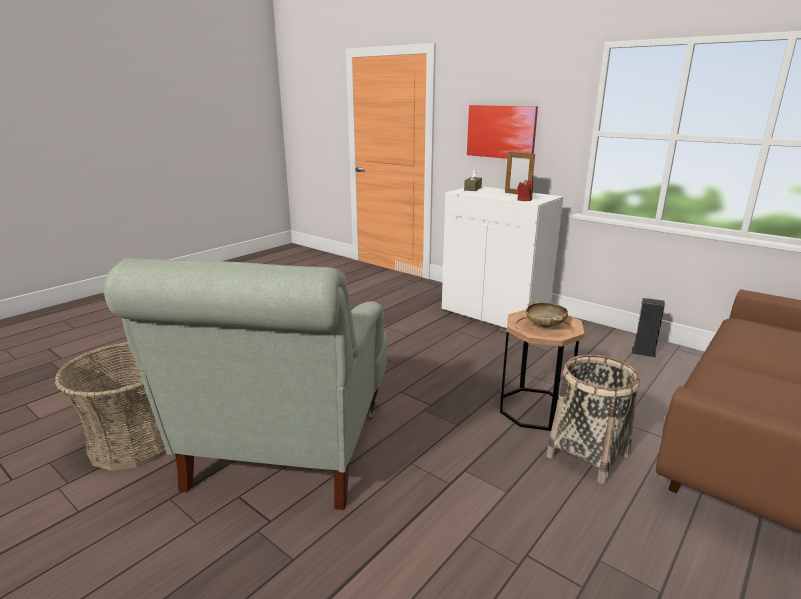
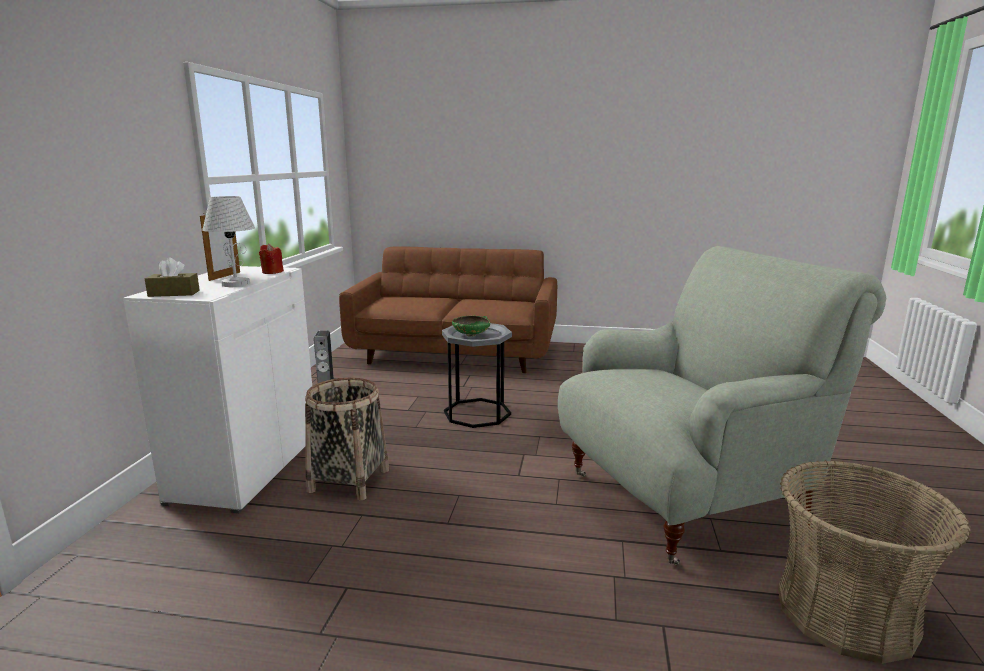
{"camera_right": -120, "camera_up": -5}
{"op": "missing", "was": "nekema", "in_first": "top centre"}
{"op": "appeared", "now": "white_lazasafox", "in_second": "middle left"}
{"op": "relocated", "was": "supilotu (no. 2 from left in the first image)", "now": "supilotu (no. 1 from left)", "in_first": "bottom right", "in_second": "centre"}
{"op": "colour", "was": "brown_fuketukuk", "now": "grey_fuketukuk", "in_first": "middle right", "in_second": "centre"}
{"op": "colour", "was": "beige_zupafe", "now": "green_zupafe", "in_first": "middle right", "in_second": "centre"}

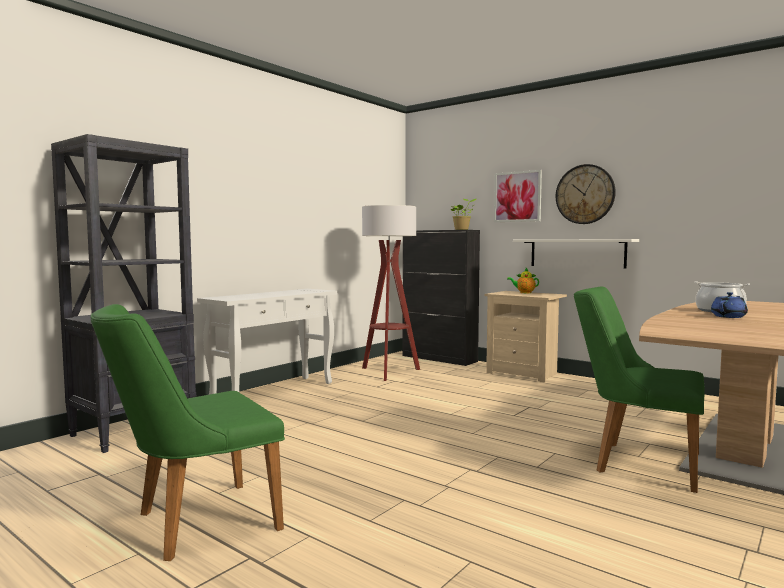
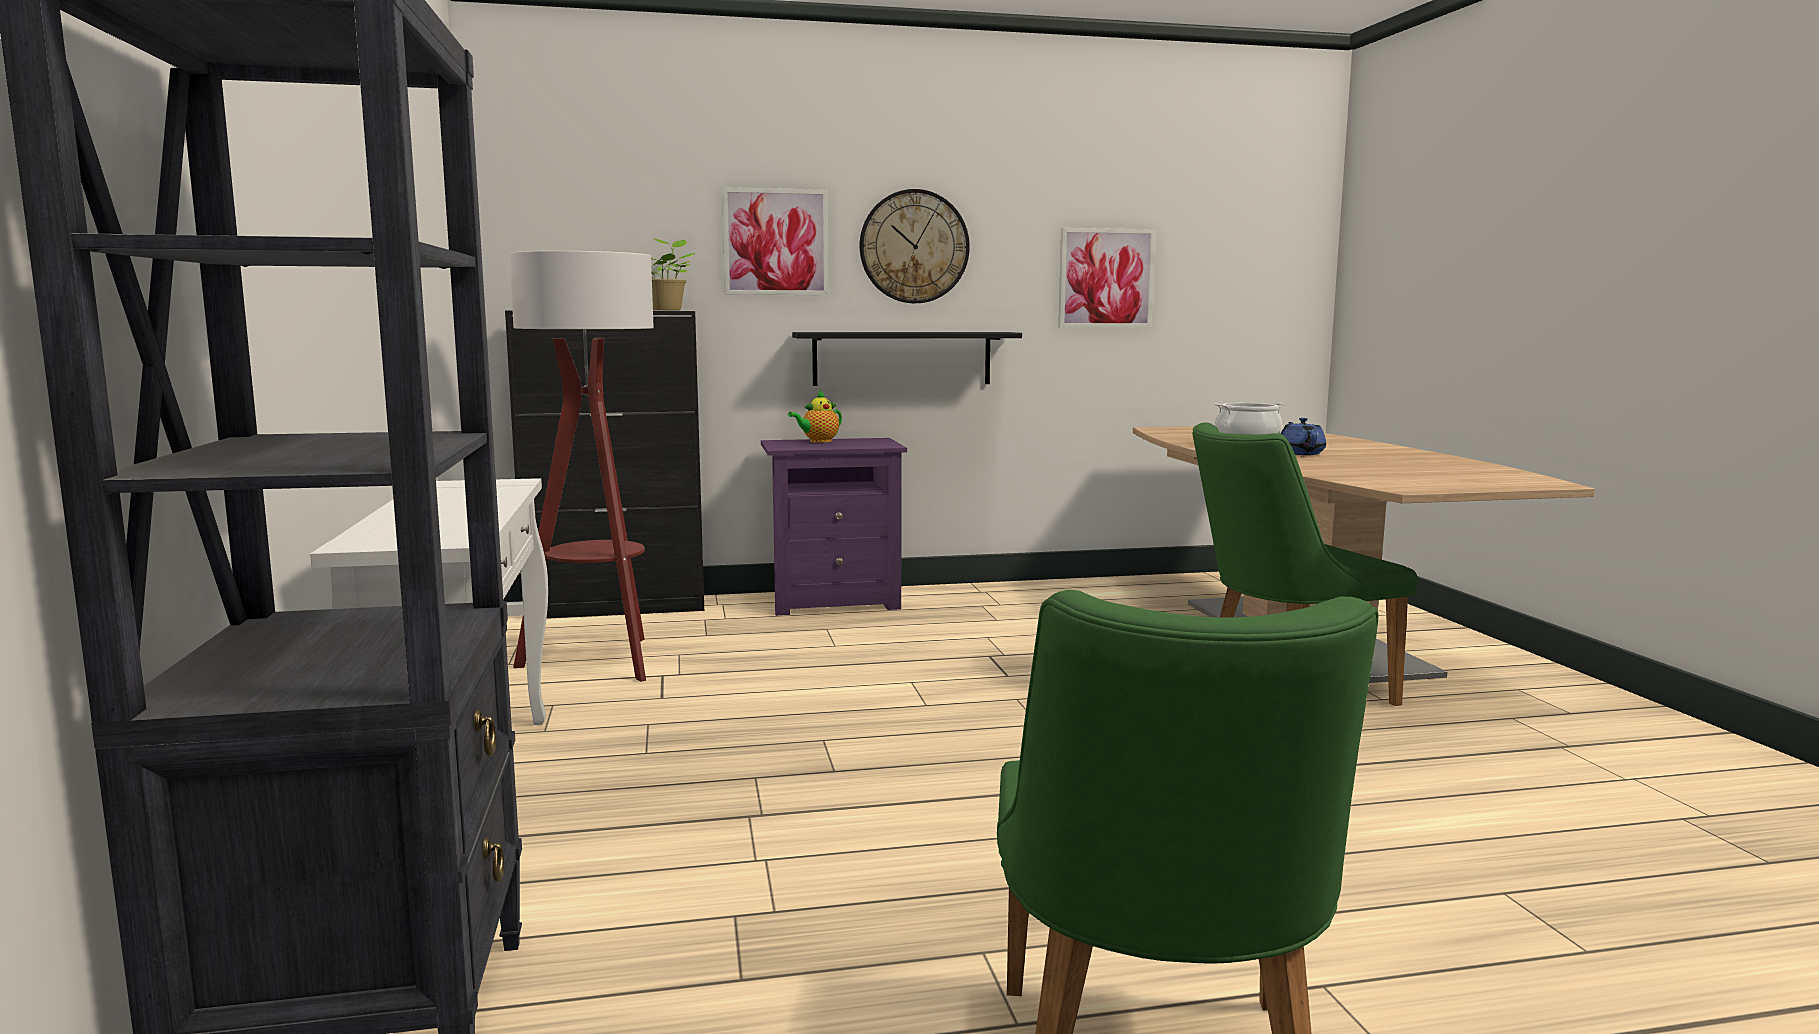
{"camera_right": -50, "camera_up": 5}
{"op": "appeared", "now": "nekema (no. 2 from left)", "in_second": "top centre"}
{"op": "colour", "was": "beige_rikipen", "now": "purple_rikipen", "in_first": "middle right", "in_second": "centre"}
{"op": "colour", "was": "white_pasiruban", "now": "black_pasiruban", "in_first": "middle right", "in_second": "centre"}

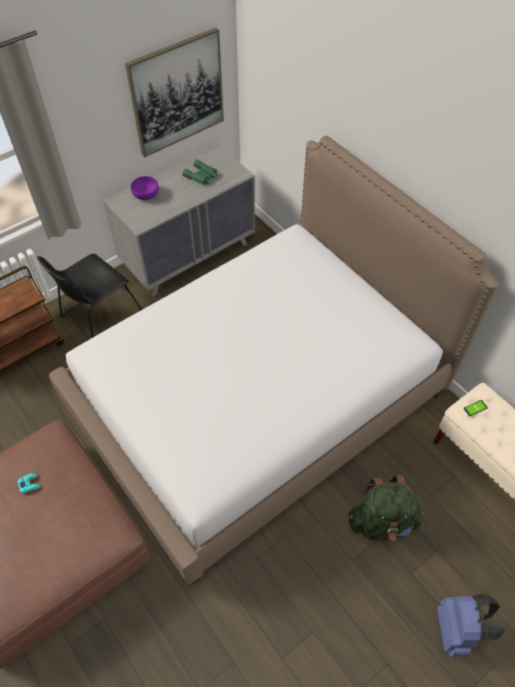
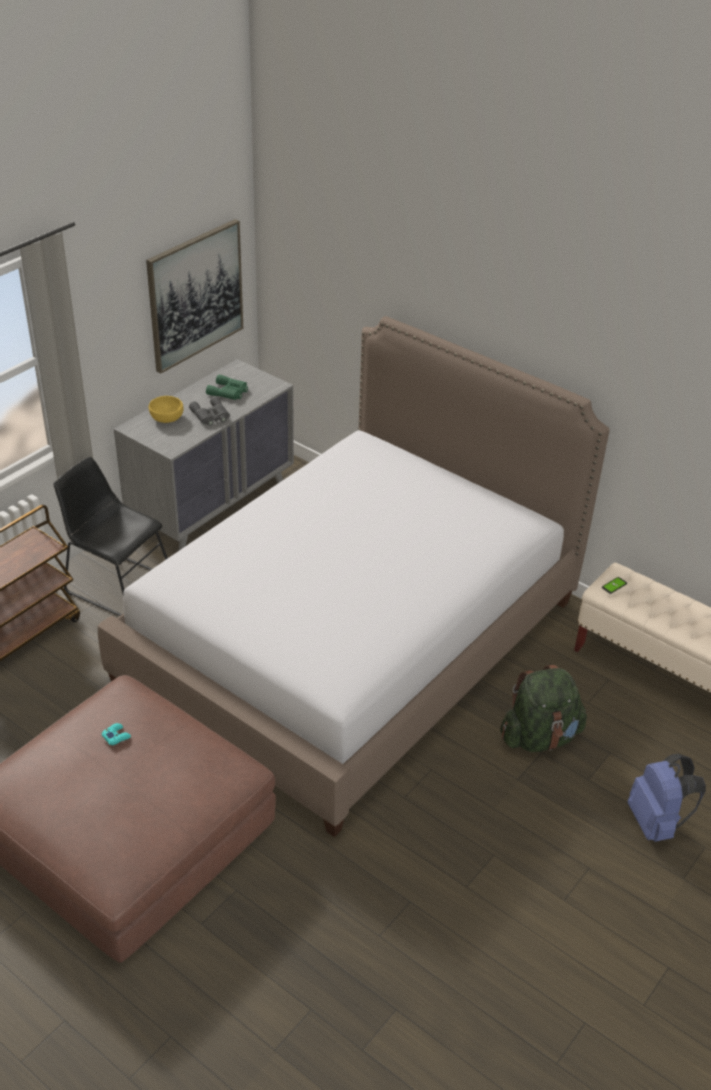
{"camera_right": -15, "camera_up": -15}
{"op": "appeared", "now": "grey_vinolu", "in_second": "middle left"}
{"op": "colour", "was": "purple_zupafe", "now": "yellow_zupafe", "in_first": "top left", "in_second": "middle left"}
{"op": "spun", "was": "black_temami", "in_first": "middle left", "in_second": "middle left", "clockwise": 90}

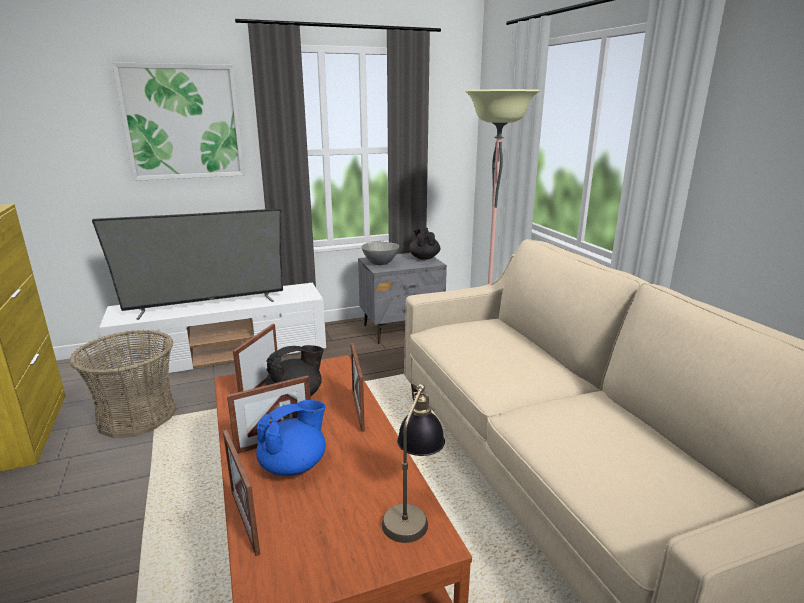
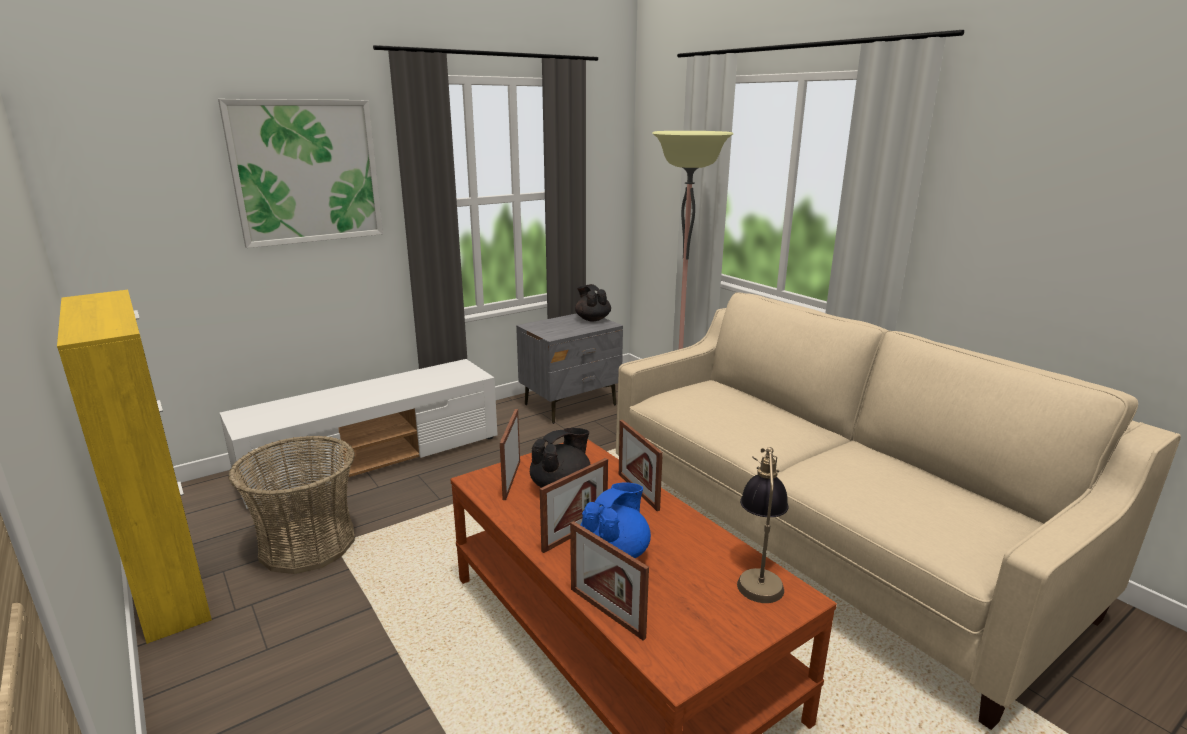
{"camera_right": -15, "camera_up": 0}
{"op": "missing", "was": "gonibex", "in_first": "middle left"}
{"op": "missing", "was": "grey_zupafe", "in_first": "centre"}

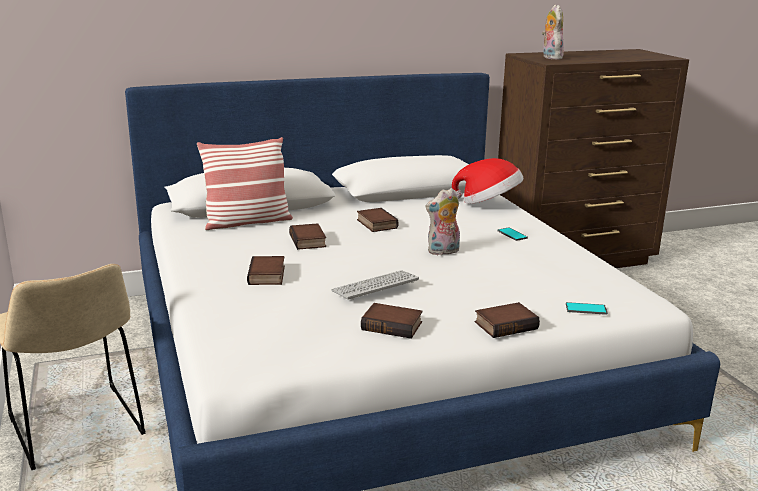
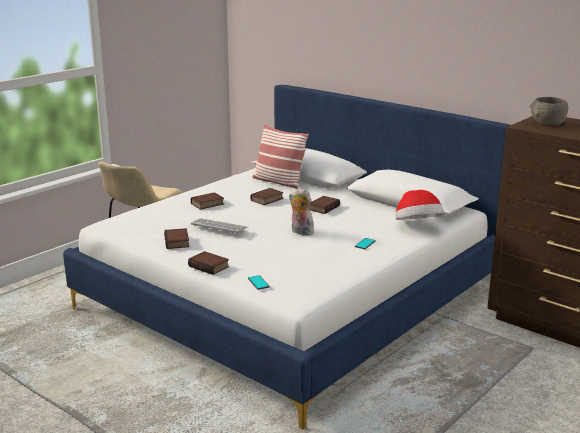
{"camera_right": 60, "camera_up": 0}
{"op": "exchanged", "was": "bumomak (no. 2 from left)", "now": "grey_zupafe", "in_first": "top right", "in_second": "top right"}

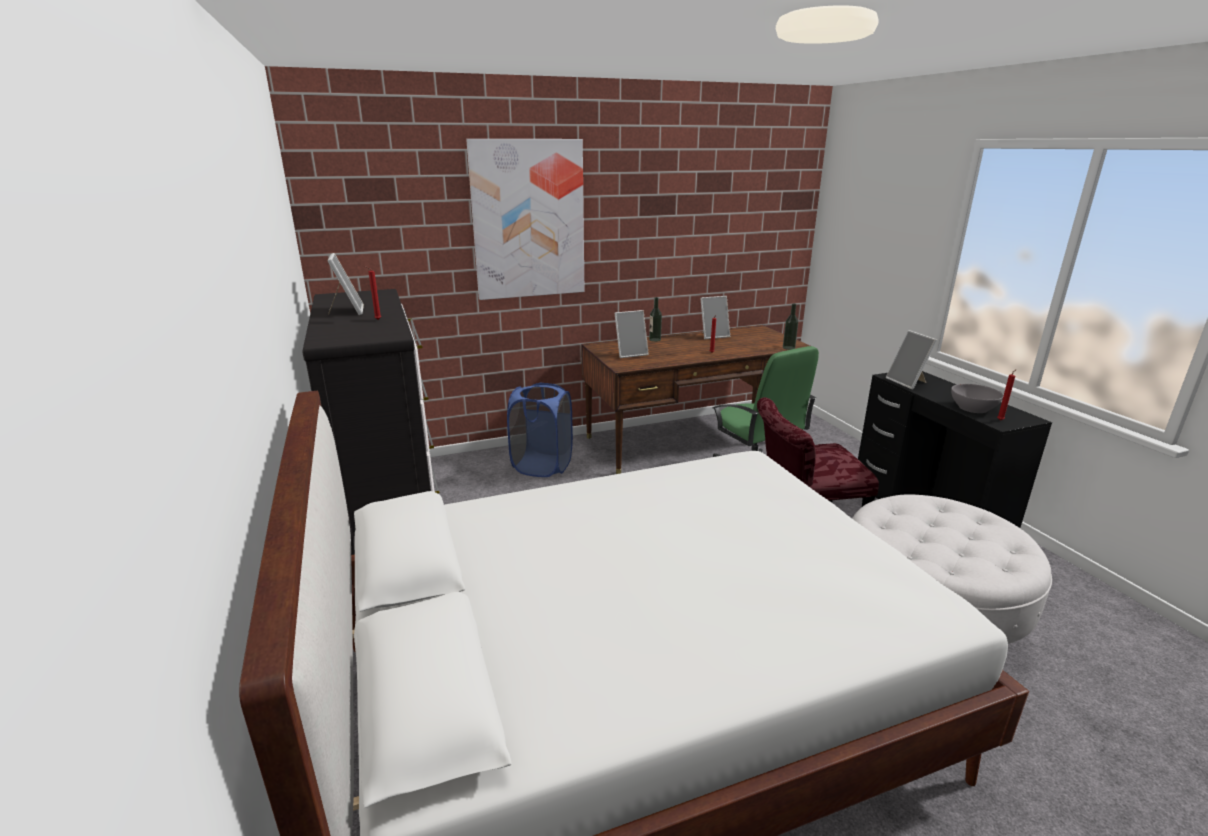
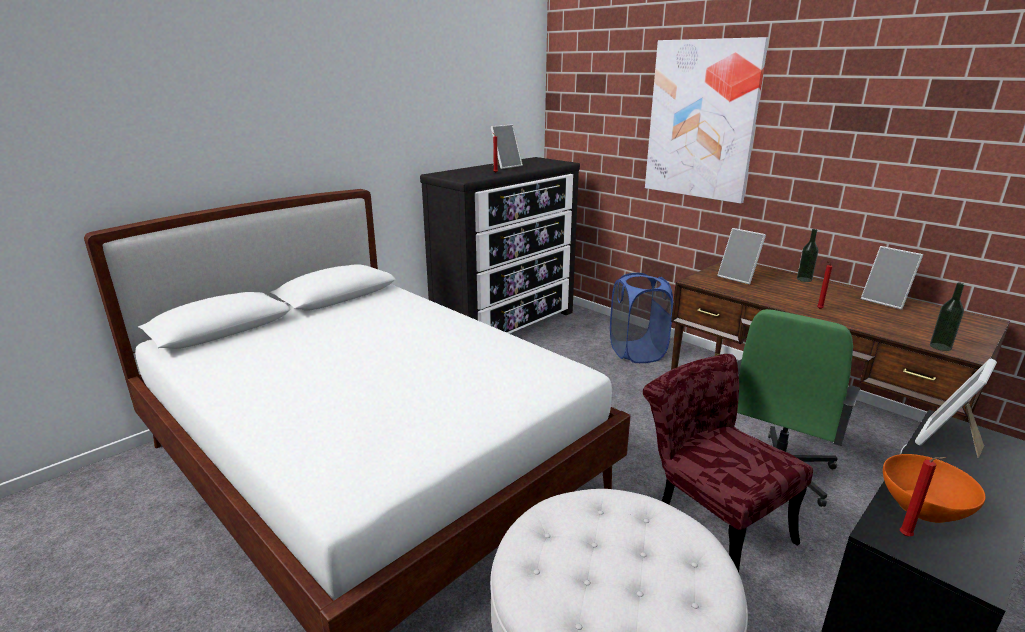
{"camera_right": 65, "camera_up": 0}
{"op": "colour", "was": "grey_zupafe", "now": "orange_zupafe", "in_first": "middle right", "in_second": "bottom right"}

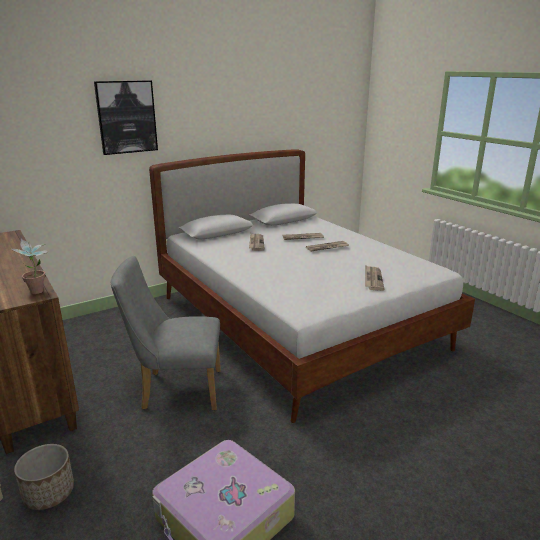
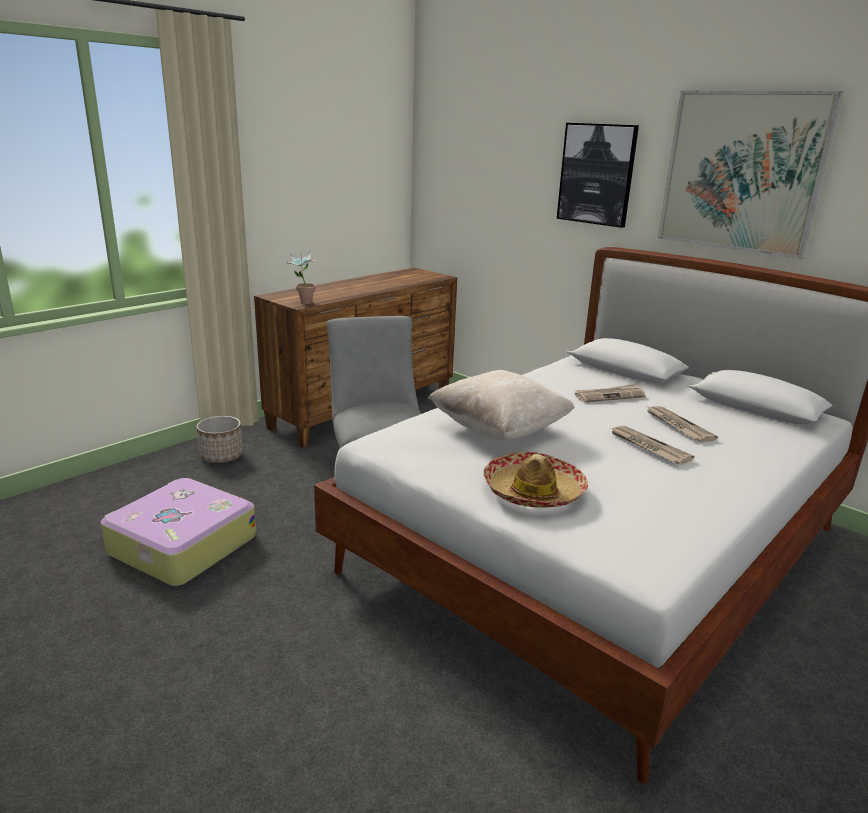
{"camera_right": 75, "camera_up": 0}
{"op": "appeared", "now": "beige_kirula", "in_second": "centre"}
{"op": "appeared", "now": "nekema (no. 2 from left)", "in_second": "top right"}
{"op": "exchanged", "was": "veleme (no. 4 from left)", "now": "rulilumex", "in_first": "middle right", "in_second": "centre"}

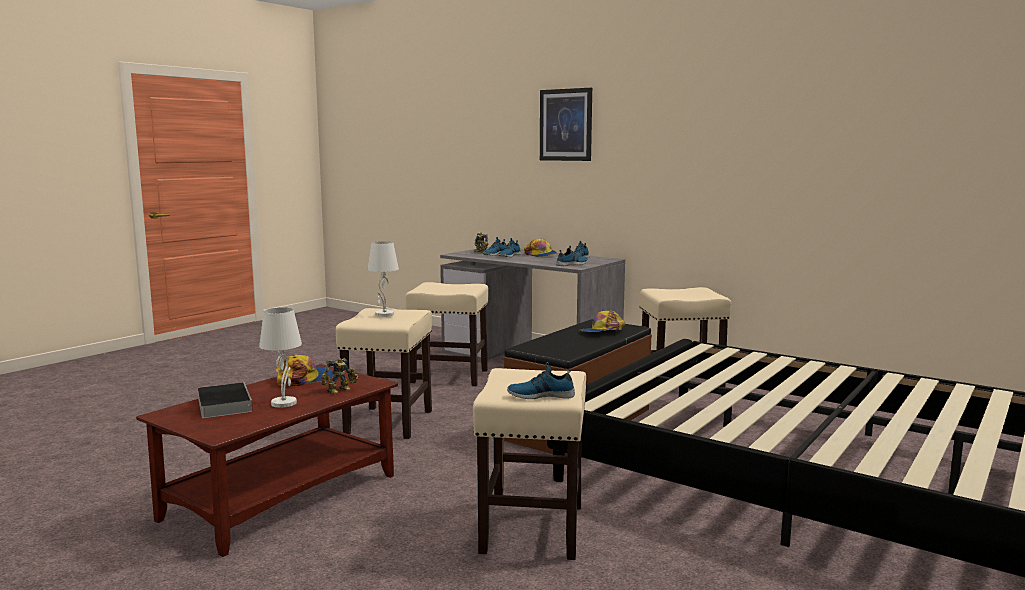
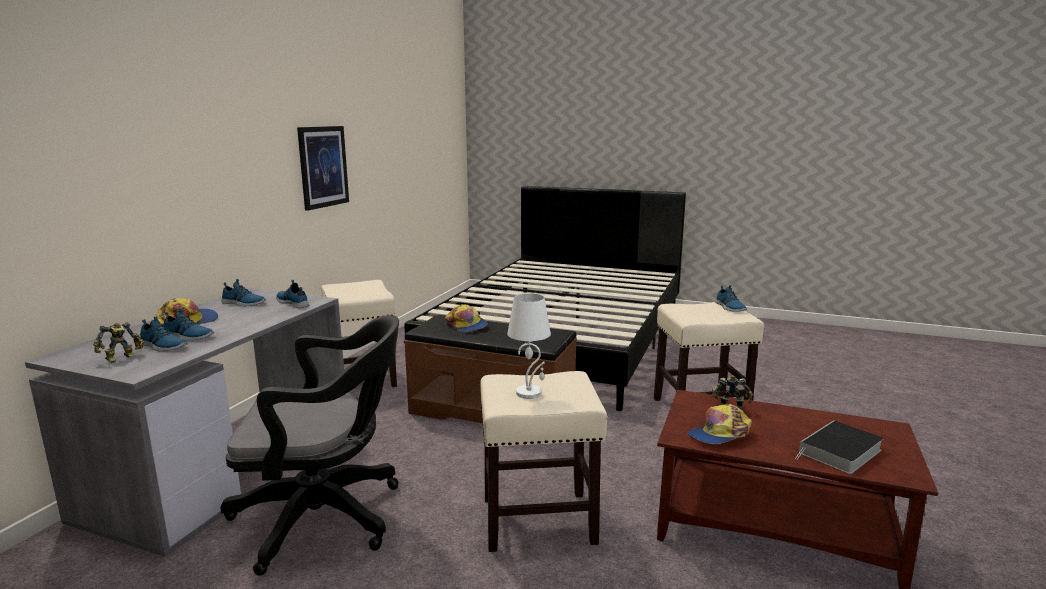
{"camera_right": -105, "camera_up": 5}
{"op": "missing", "was": "white_lazasafox (no. 1 from left)", "in_first": "middle left"}
{"op": "relocated", "was": "nekema", "in_first": "top centre", "in_second": "top left"}
{"op": "exchanged", "was": "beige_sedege (no. 2 from left)", "now": "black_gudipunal", "in_first": "centre", "in_second": "bottom left"}
{"op": "spun", "was": "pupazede (no. 1 from left in the first image)", "in_first": "middle left", "in_second": "bottom right", "clockwise": -75}

